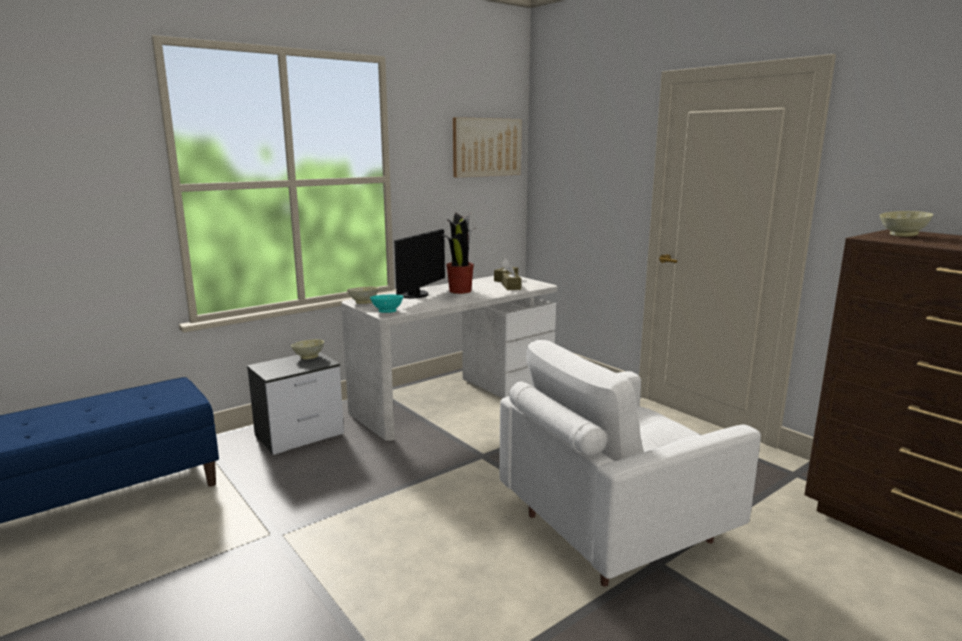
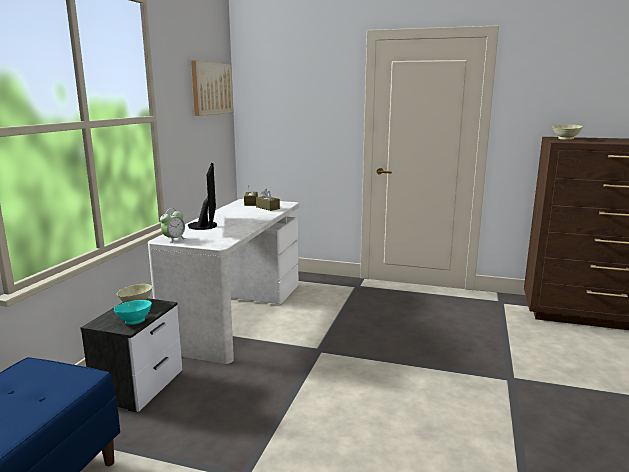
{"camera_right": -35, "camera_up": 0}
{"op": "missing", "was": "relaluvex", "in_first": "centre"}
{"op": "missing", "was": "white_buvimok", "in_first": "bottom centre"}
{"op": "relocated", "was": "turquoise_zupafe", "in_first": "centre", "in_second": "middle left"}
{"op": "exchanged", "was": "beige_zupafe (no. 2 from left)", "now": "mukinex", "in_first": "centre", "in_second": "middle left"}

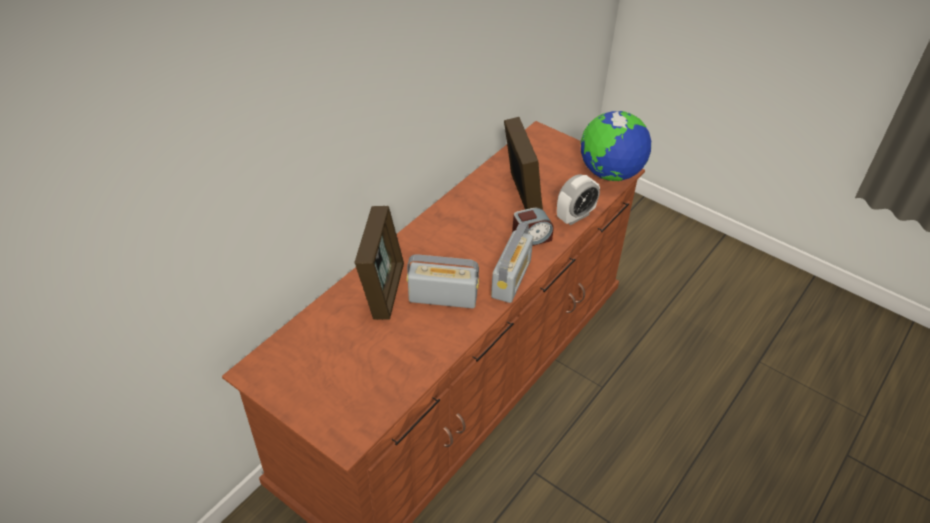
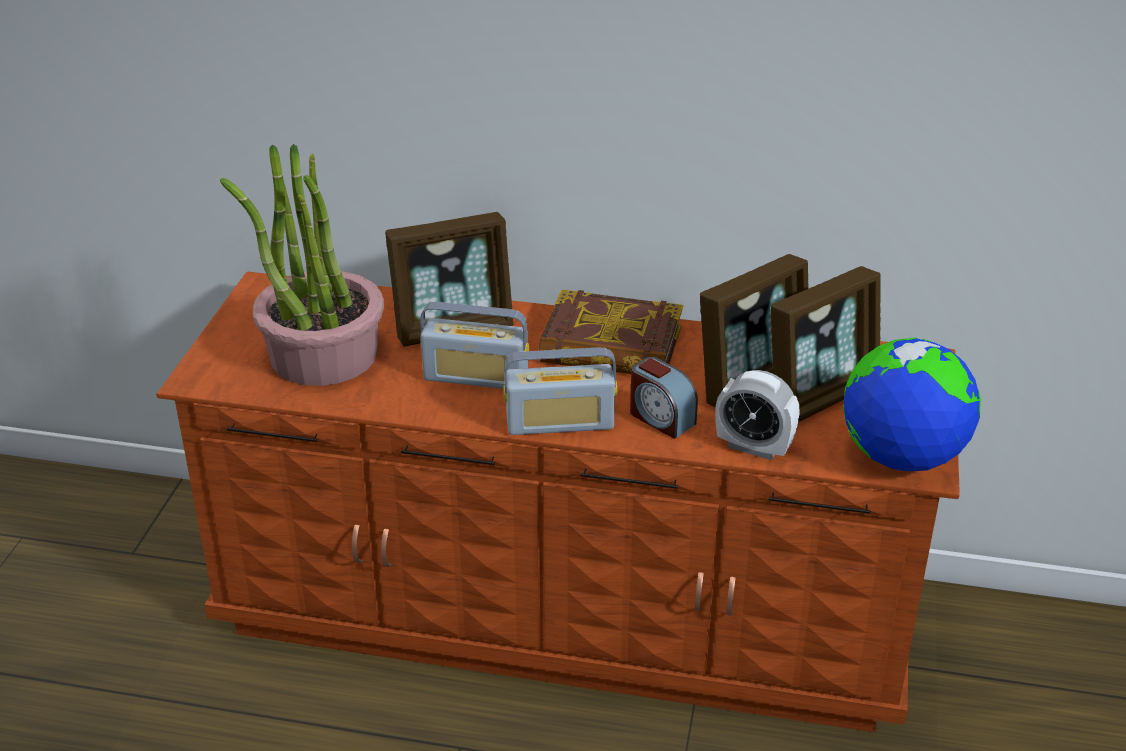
{"camera_right": 65, "camera_up": -10}
{"op": "appeared", "now": "relaluvex", "in_second": "middle left"}
{"op": "appeared", "now": "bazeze", "in_second": "centre"}
{"op": "appeared", "now": "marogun (no. 3 from left)", "in_second": "middle right"}
{"op": "spun", "was": "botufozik (no. 1 from left)", "in_first": "centre", "in_second": "centre", "clockwise": 120}

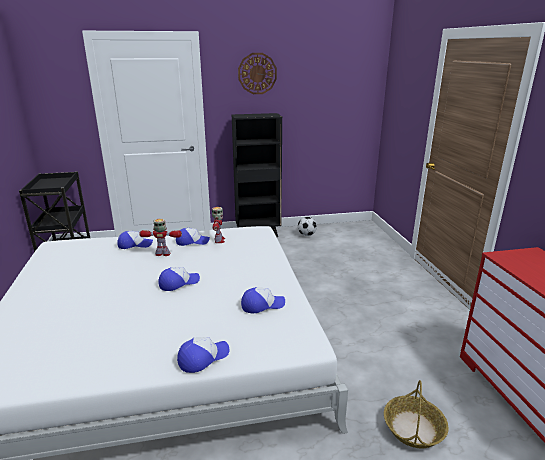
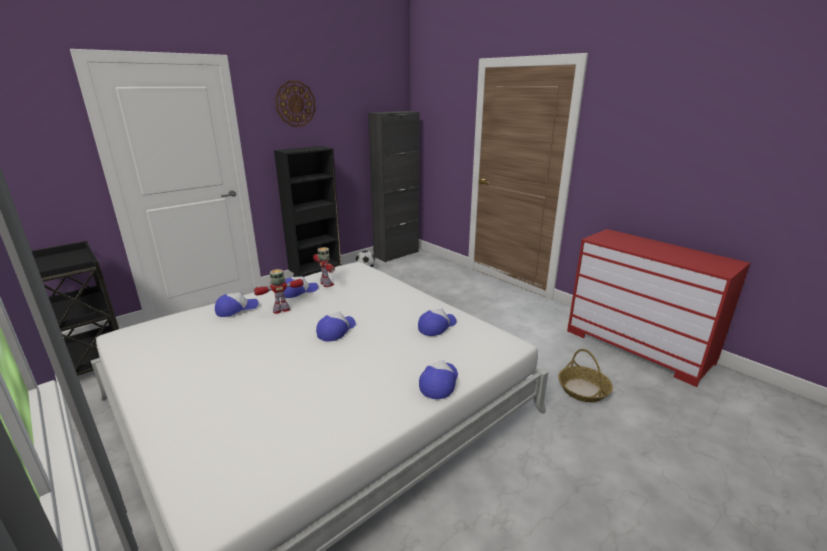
{"camera_right": -30, "camera_up": 0}
{"op": "appeared", "now": "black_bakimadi", "in_second": "centre"}

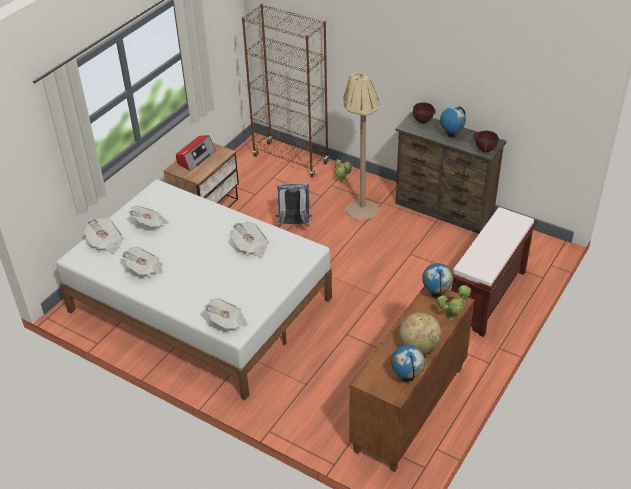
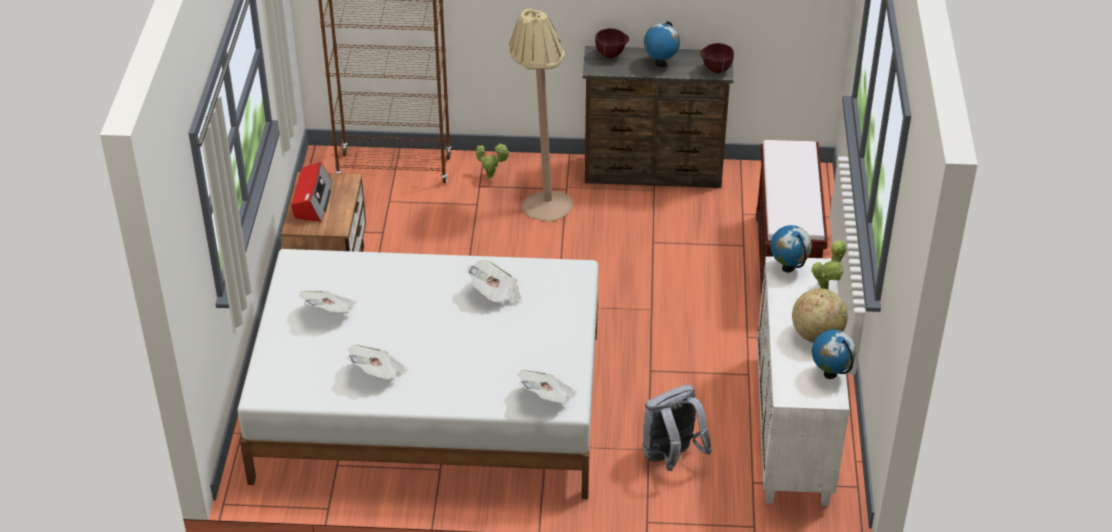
{"camera_right": -30, "camera_up": 0}
{"op": "missing", "was": "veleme (no. 1 from left)", "in_first": "middle left"}
{"op": "relocated", "was": "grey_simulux", "in_first": "centre", "in_second": "bottom centre"}
{"op": "colour", "was": "brown_bakimadi", "now": "white_bakimadi", "in_first": "bottom centre", "in_second": "bottom right"}

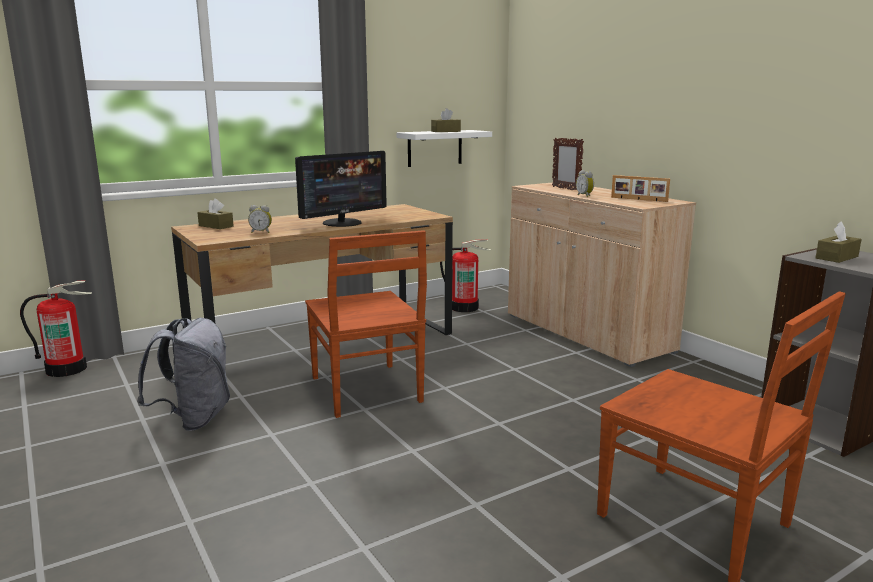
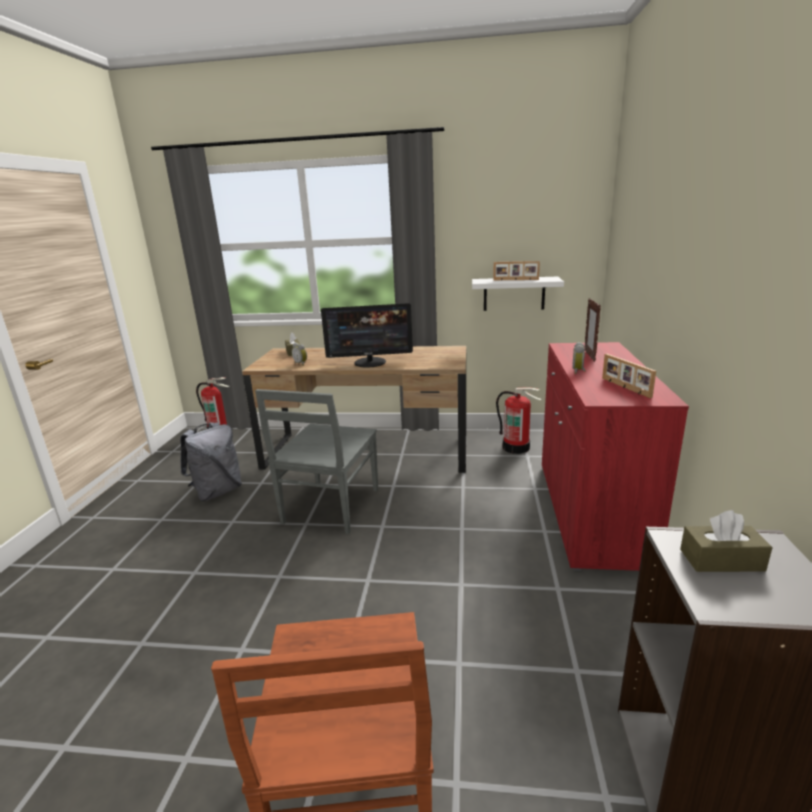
{"camera_right": 40, "camera_up": 5}
{"op": "exchanged", "was": "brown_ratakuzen (no. 2 from left)", "now": "marogun (no. 1 from left)", "in_first": "top centre", "in_second": "top centre"}
{"op": "colour", "was": "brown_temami (no. 1 from left)", "now": "grey_temami", "in_first": "centre", "in_second": "centre"}
{"op": "colour", "was": "beige_bakimadi", "now": "red_bakimadi", "in_first": "middle right", "in_second": "middle right"}

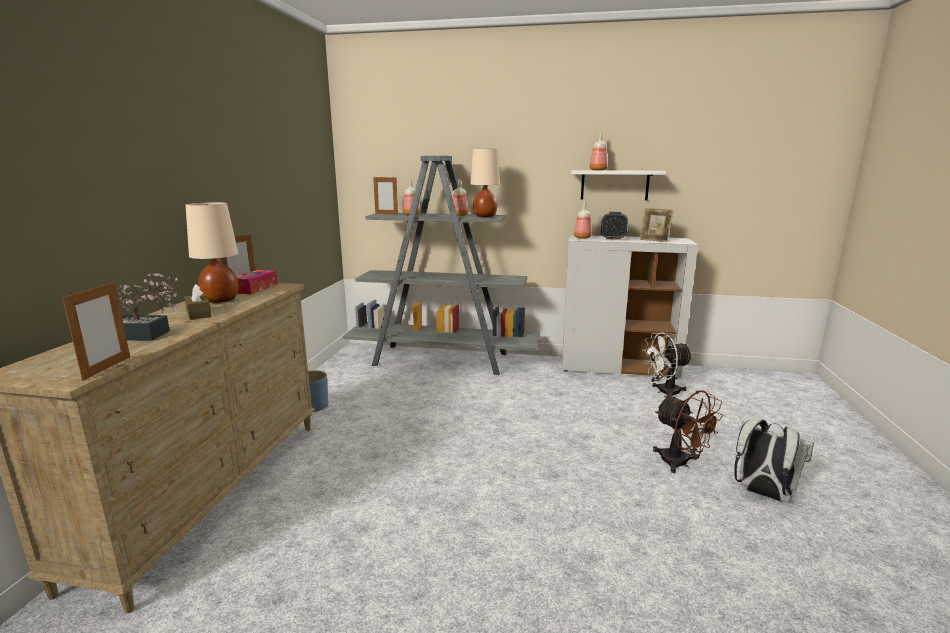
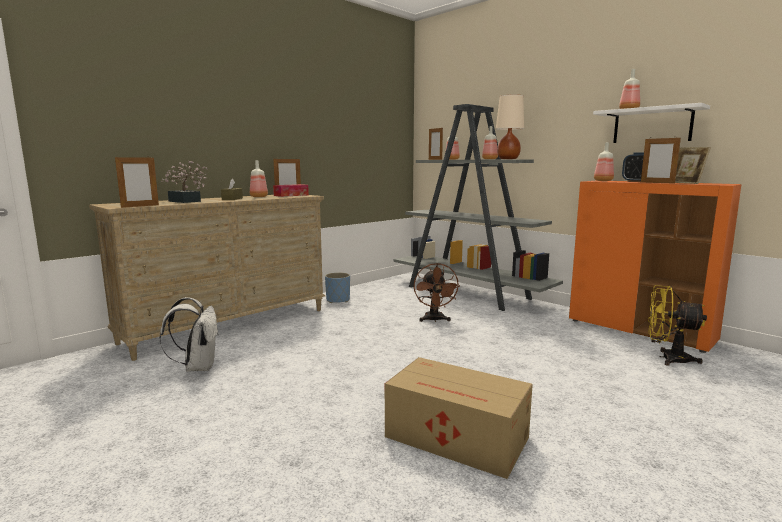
{"camera_right": 35, "camera_up": -5}
{"op": "appeared", "now": "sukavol", "in_second": "bottom centre"}
{"op": "appeared", "now": "marogun (no. 4 from left)", "in_second": "top right"}
{"op": "relocated", "was": "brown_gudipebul", "in_first": "bottom right", "in_second": "centre"}
{"op": "relocated", "was": "white_simulux", "in_first": "bottom right", "in_second": "middle left"}
{"op": "exchanged", "was": "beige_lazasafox (no. 1 from left)", "now": "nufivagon (no. 1 from left)", "in_first": "middle left", "in_second": "middle left"}
{"op": "colour", "was": "white_bakimadi", "now": "orange_bakimadi", "in_first": "centre", "in_second": "middle right"}
{"op": "colour", "was": "white_gudipebul", "now": "yellow_gudipebul", "in_first": "middle right", "in_second": "middle right"}

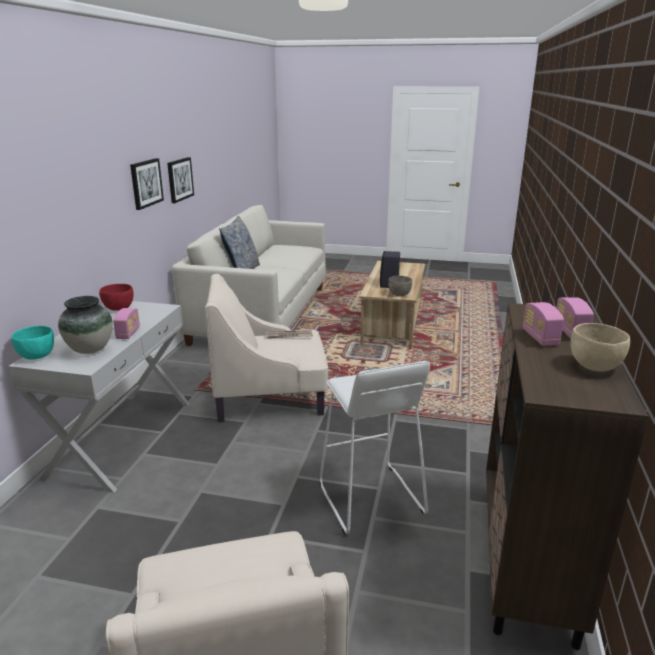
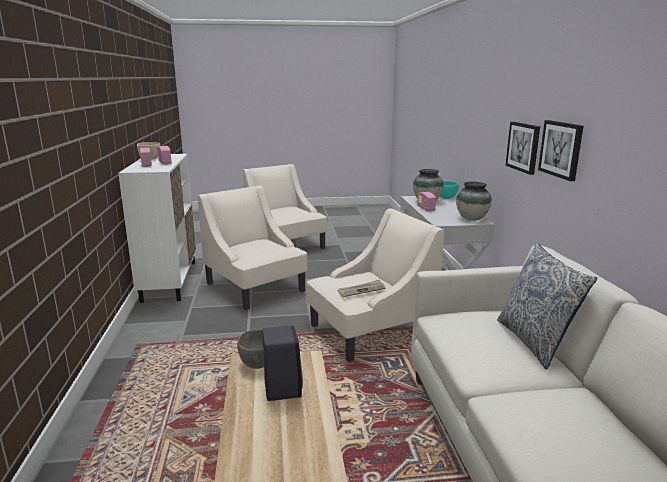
{"camera_right": 160, "camera_up": -5}
{"op": "relocated", "was": "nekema (no. 2 from left in the first image)", "now": "nekema (no. 1 from left)", "in_first": "top left", "in_second": "top right"}
{"op": "exchanged", "was": "red_zupafe", "now": "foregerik (no. 2 from left)", "in_first": "middle left", "in_second": "middle right"}
{"op": "exchanged", "was": "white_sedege", "now": "beige_buvimok (no. 1 from left)", "in_first": "bottom centre", "in_second": "centre"}
{"op": "colour", "was": "brown_bakimadi", "now": "white_bakimadi", "in_first": "bottom right", "in_second": "middle left"}

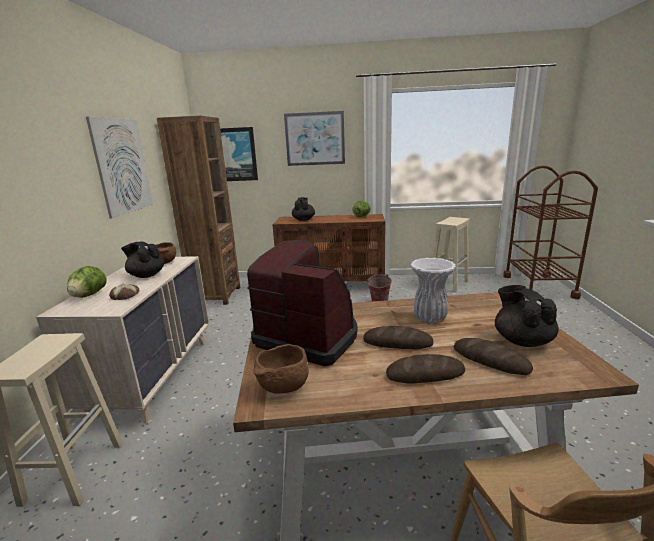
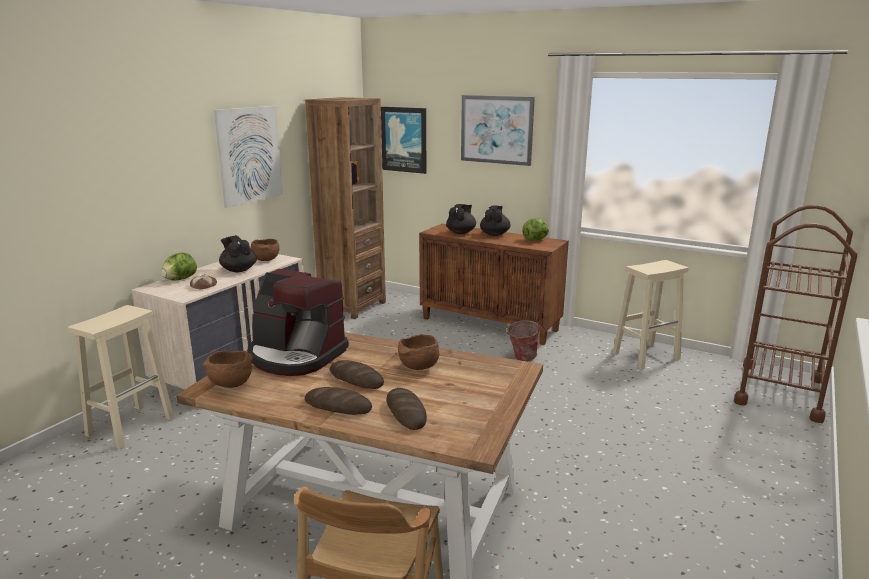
{"camera_right": 25, "camera_up": 0}
{"op": "relocated", "was": "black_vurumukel (no. 3 from left)", "in_first": "middle right", "in_second": "centre"}
{"op": "exchanged", "was": "white_foregerik", "now": "brown_zupafe (no. 3 from left)", "in_first": "centre", "in_second": "centre"}
{"op": "spun", "was": "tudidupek", "in_first": "centre", "in_second": "centre", "clockwise": 150}

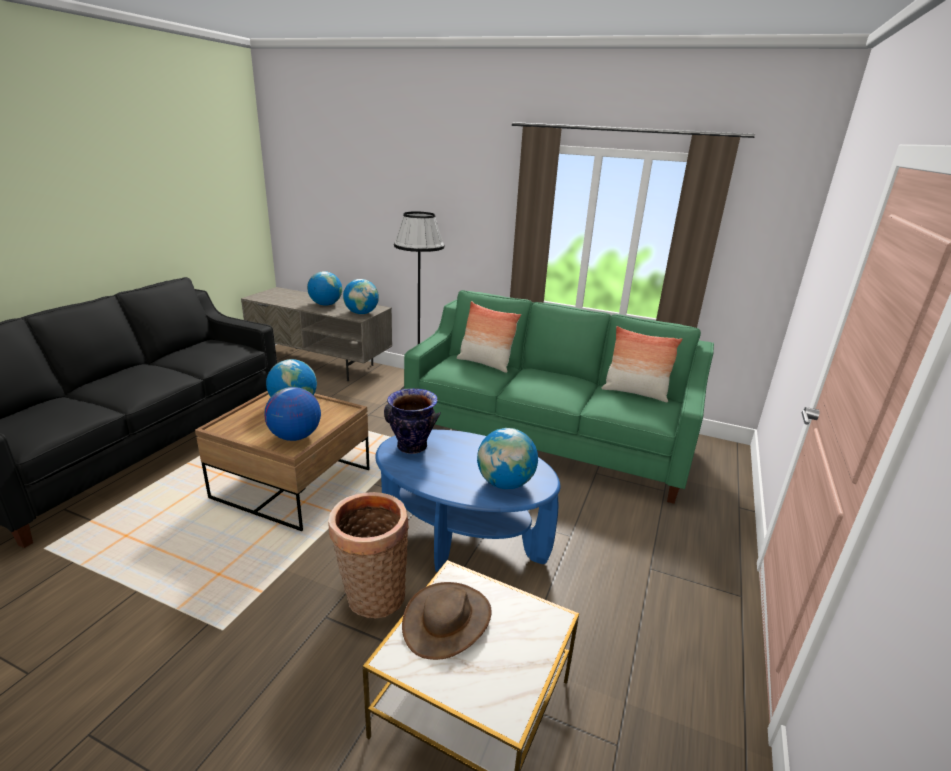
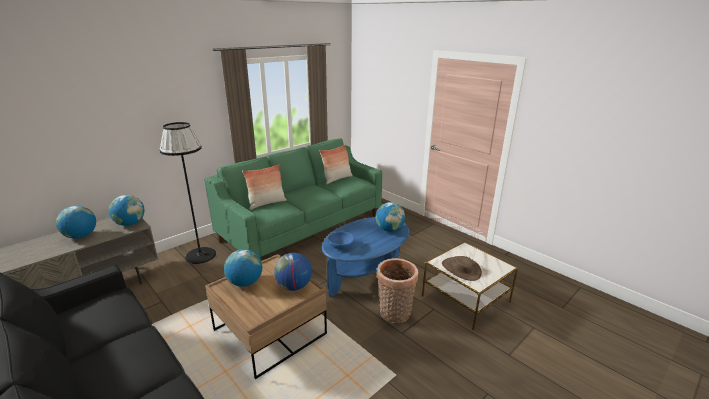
{"camera_right": -65, "camera_up": 0}
{"op": "exchanged", "was": "foregerik", "now": "blue_zupafe", "in_first": "centre", "in_second": "centre"}

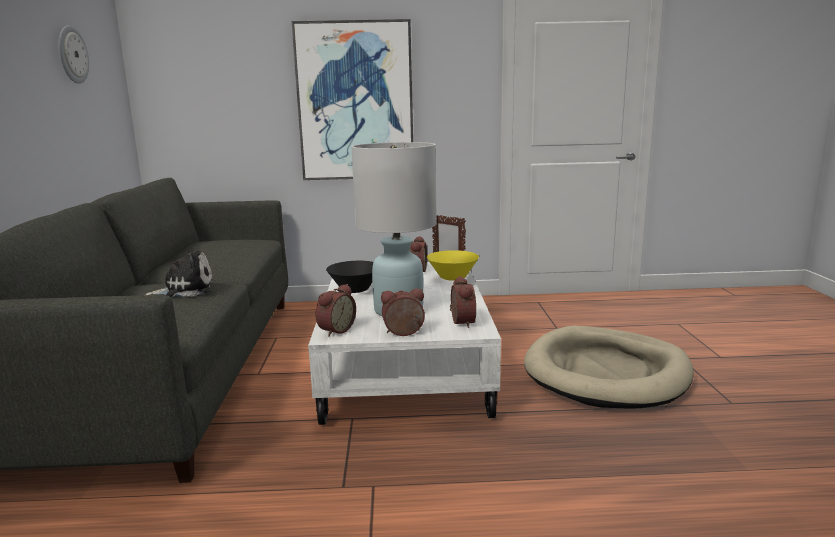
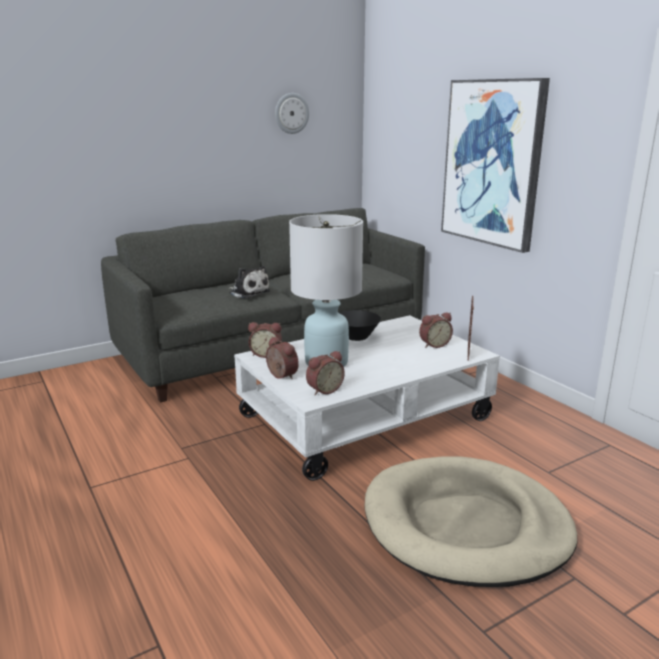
{"camera_right": 60, "camera_up": 5}
{"op": "missing", "was": "yellow_zupafe", "in_first": "centre"}

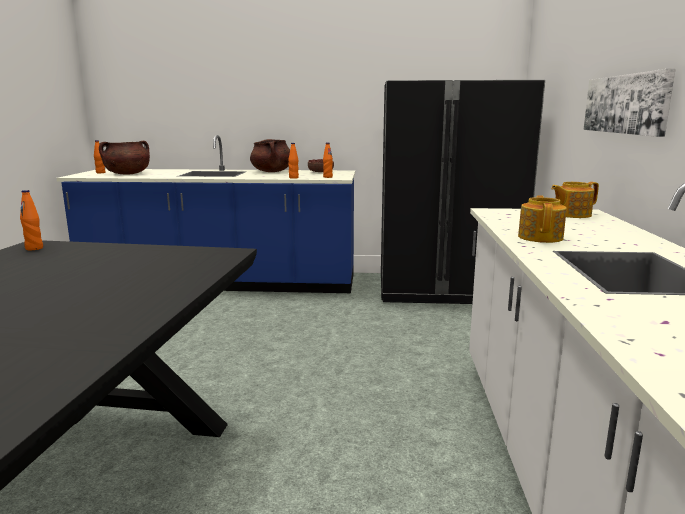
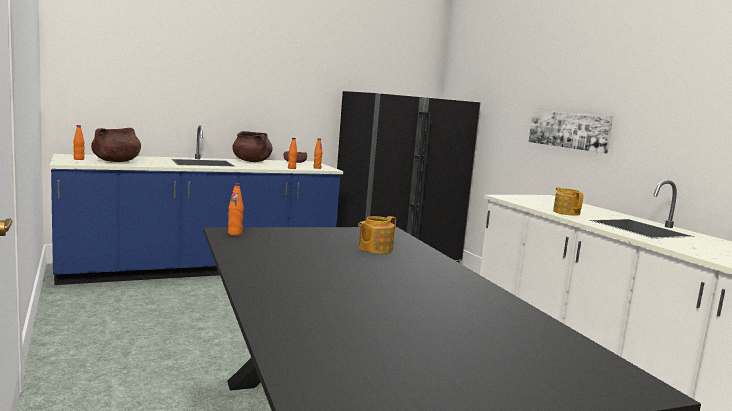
{"camera_right": -30, "camera_up": -5}
{"op": "relocated", "was": "vurumukel (no. 2 from left in the first image)", "now": "vurumukel (no. 1 from left)", "in_first": "middle right", "in_second": "centre"}

